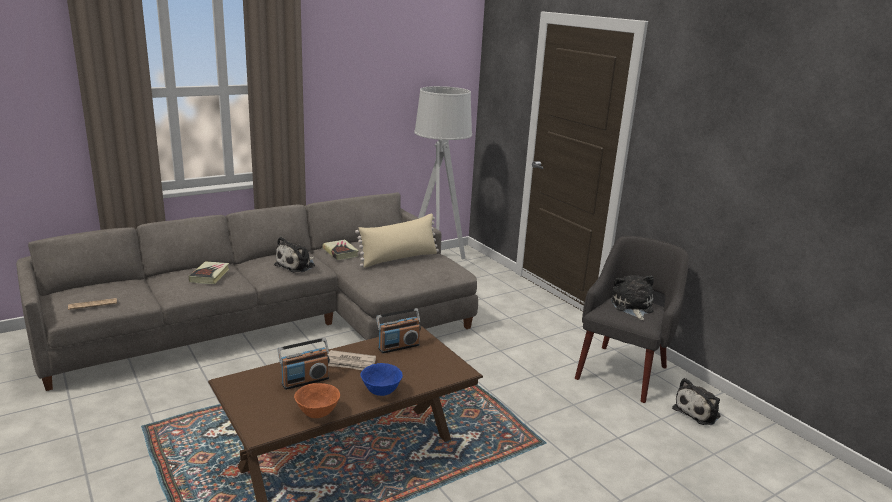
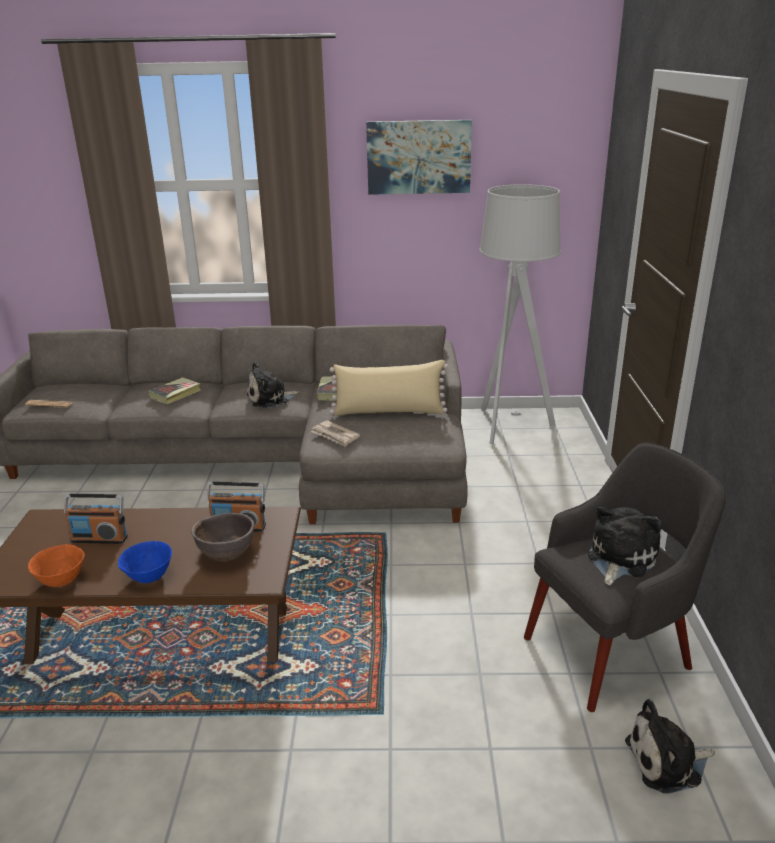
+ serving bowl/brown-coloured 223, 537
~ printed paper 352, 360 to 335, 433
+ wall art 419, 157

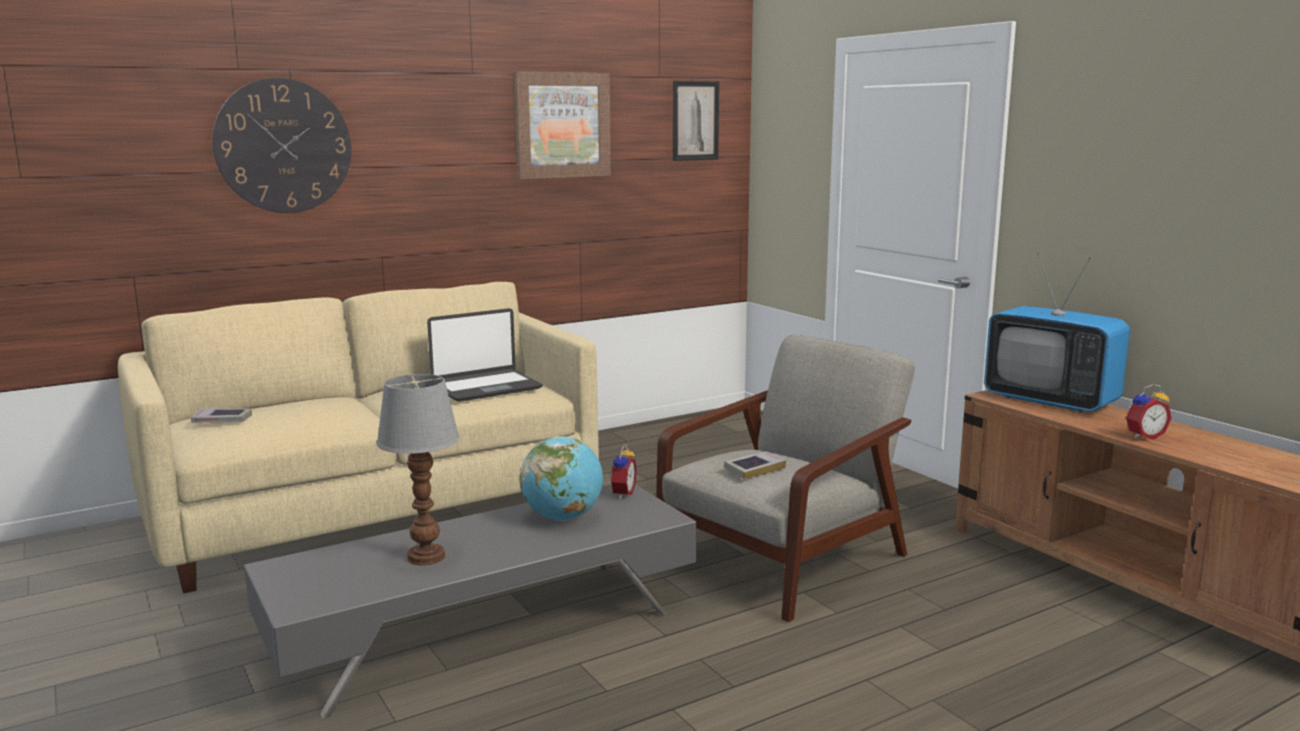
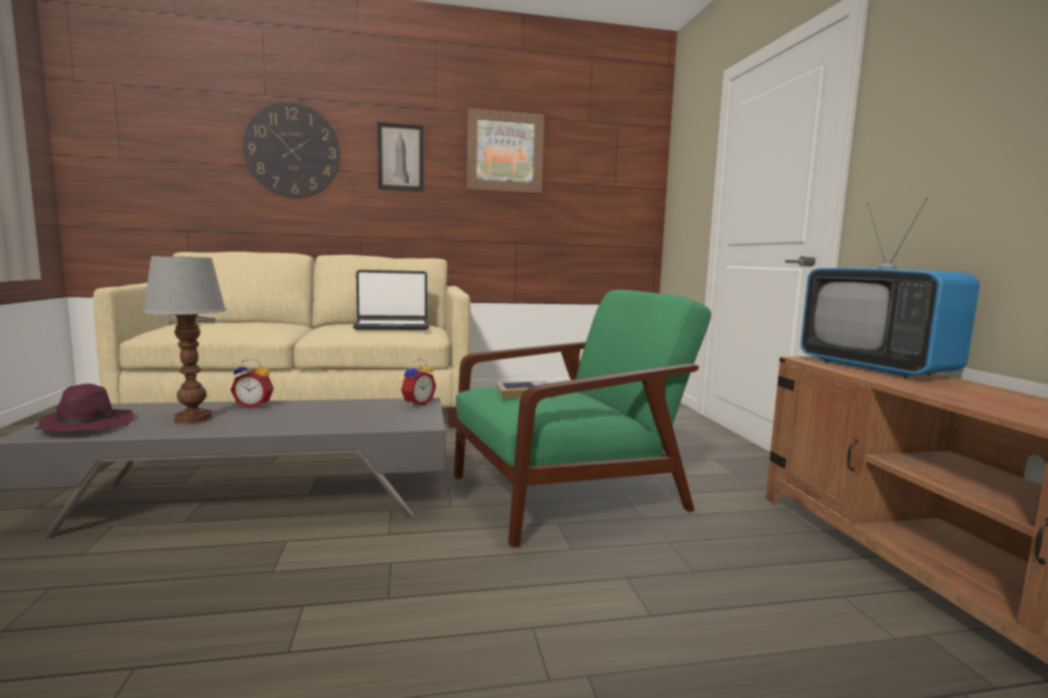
+ clothing hat/purple-coloured 84, 408
~ table clock 1148, 412 to 252, 384
~ wall art 696, 121 to 400, 156
~ armchair/greyish 786, 478 to armchair/greenish 582, 418
- world globe 561, 478

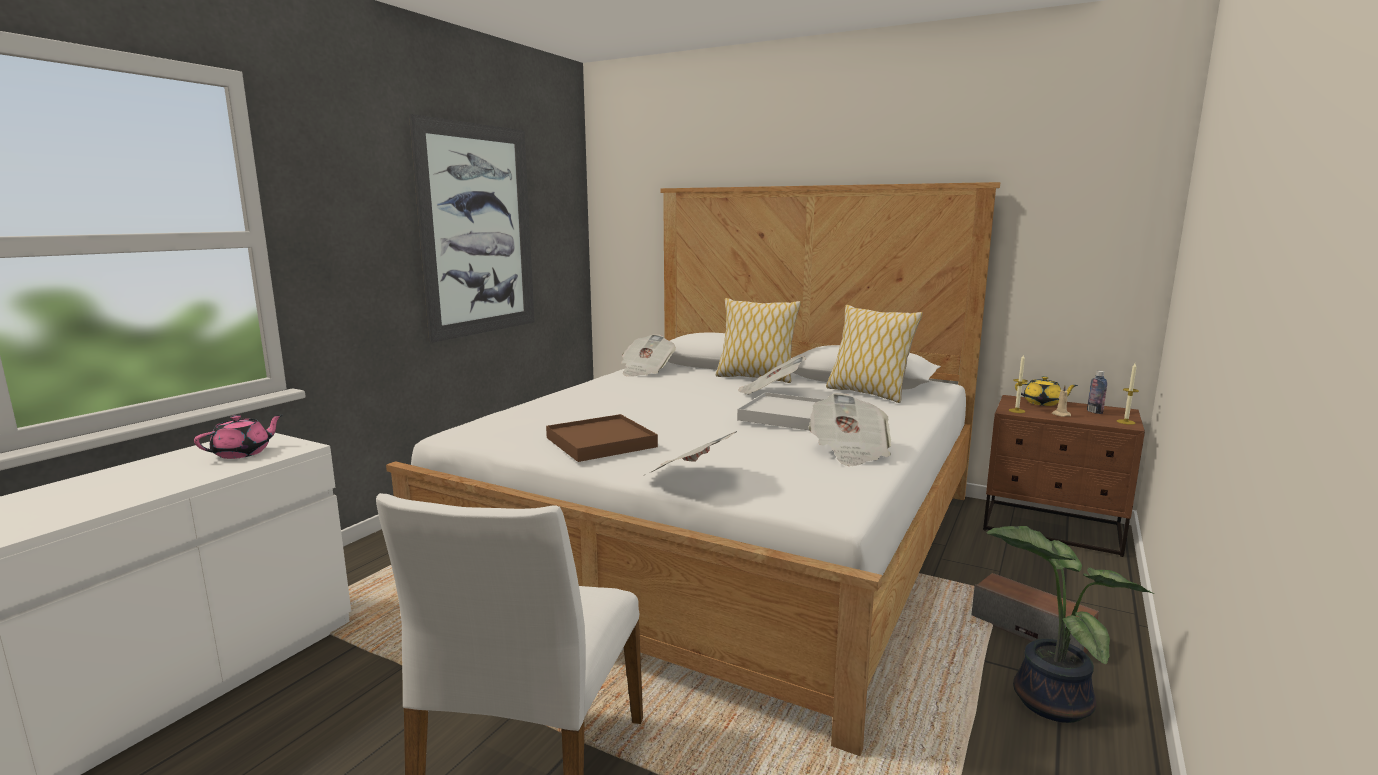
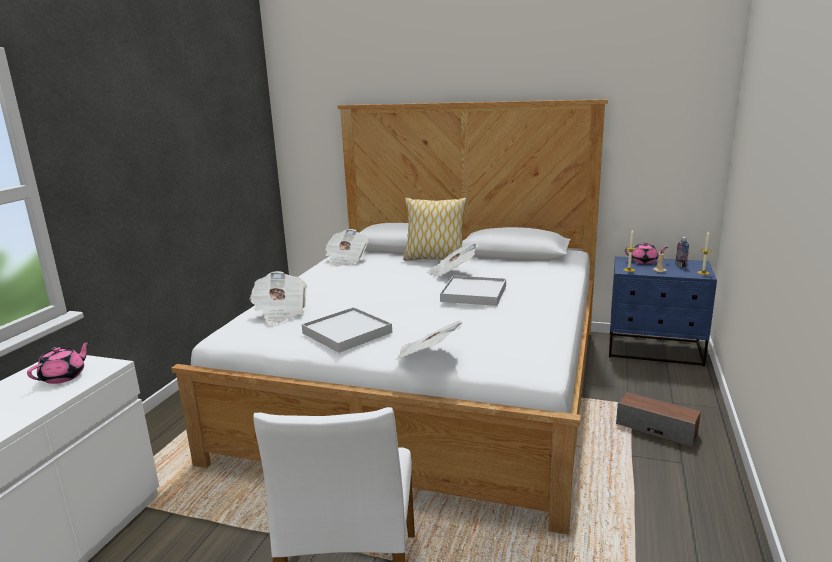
~ printed paper 850, 429 to 278, 297
~ tray/brown-coloured 602, 438 to tray/white-coloured 347, 330
~ nightstand/brown-coloured 1064, 476 to nightstand/bluish 663, 311
~ pot for tea/yellow-coloured 1046, 391 to pot for tea/pink-coloured 646, 253
- wall art 472, 228
- cushion 874, 354
- potted plant 1070, 624

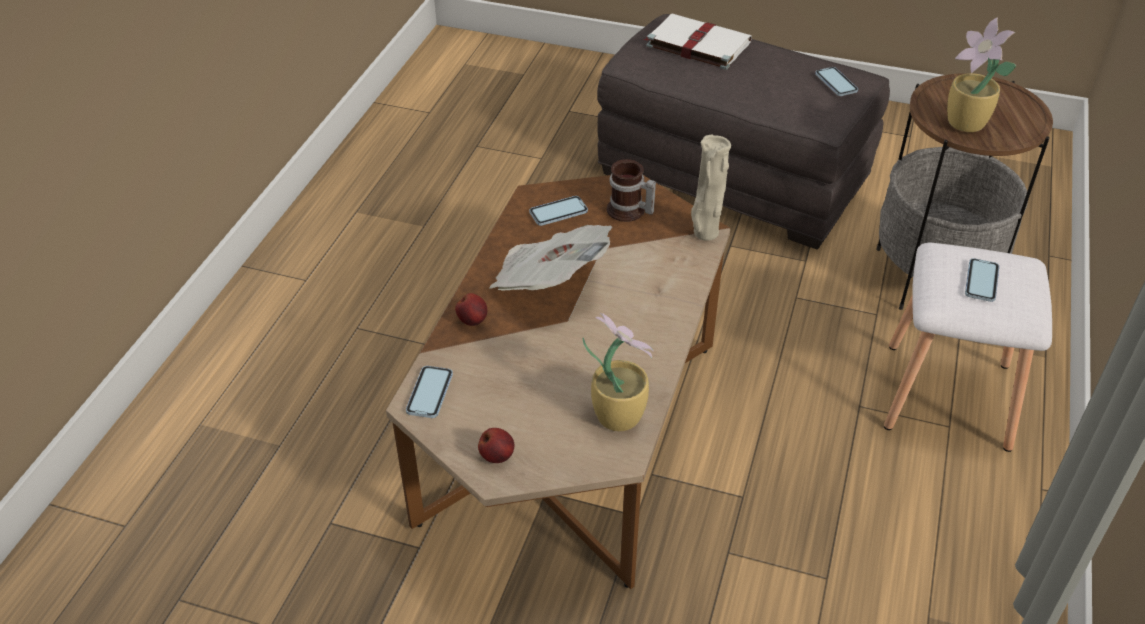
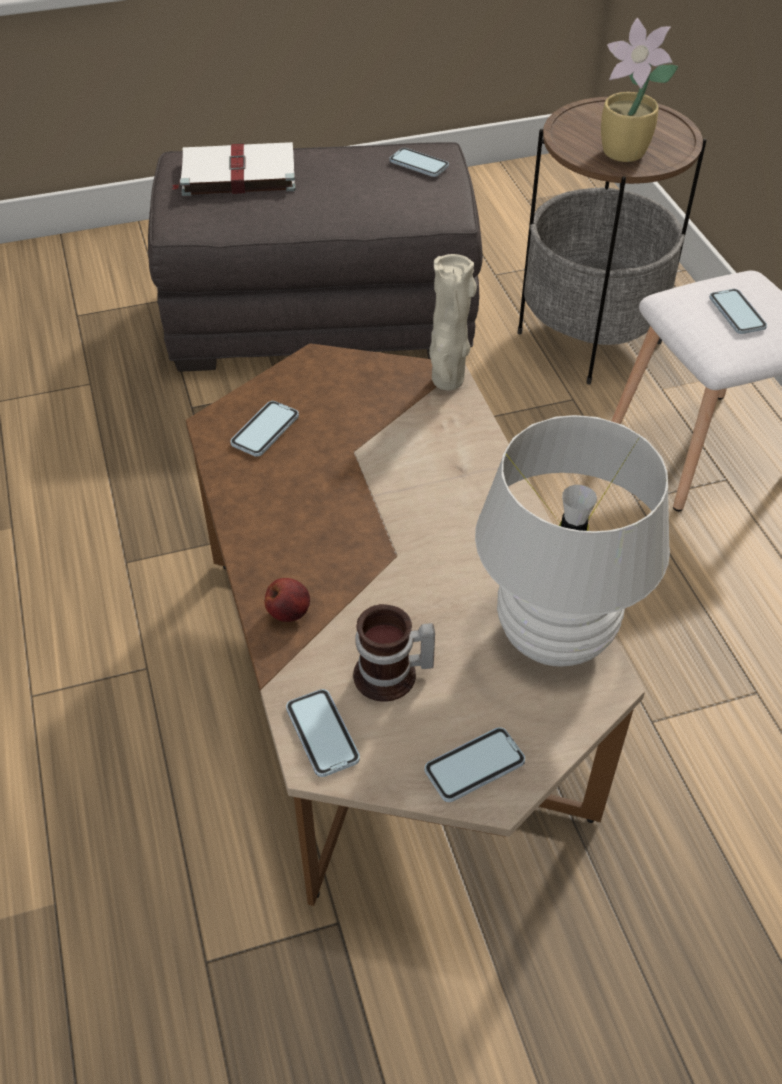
~ mug 631, 190 to 394, 653
~ apple 496, 445 to phone 475, 764
~ potted plant 618, 372 to table lamp/white-coloured 572, 541
- printed paper 551, 258

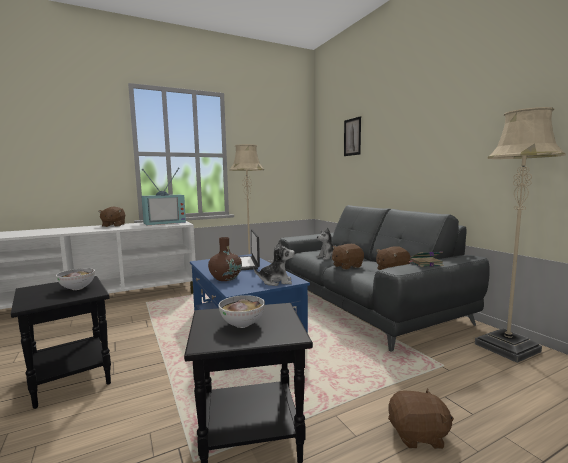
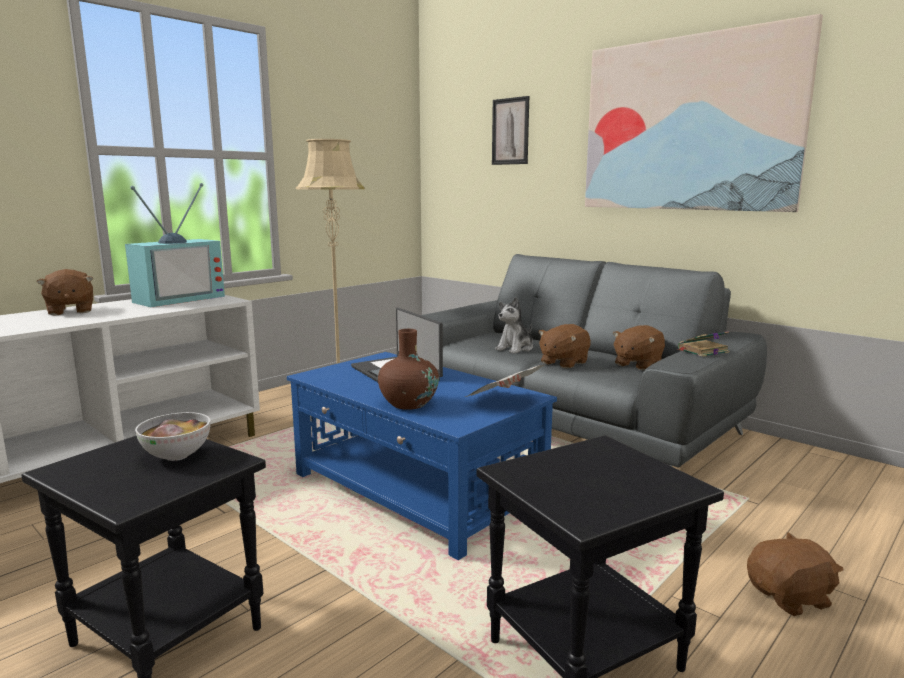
~ plush toy 274, 262 to printed paper 505, 381
+ wall art 704, 113
- serving bowl 241, 311
- standing lamp/sand-coloured 520, 235

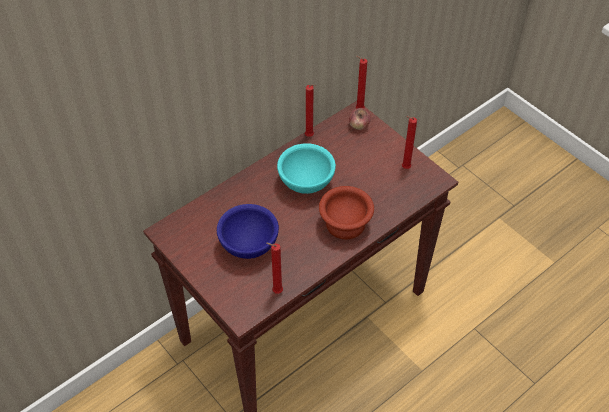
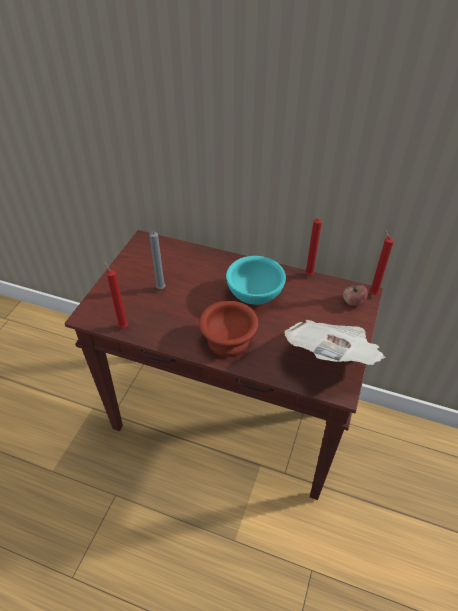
~ serving bowl/bluish 248, 231 to wax light/greyish 157, 260
~ wax light/reddish 409, 142 to printed paper 334, 342

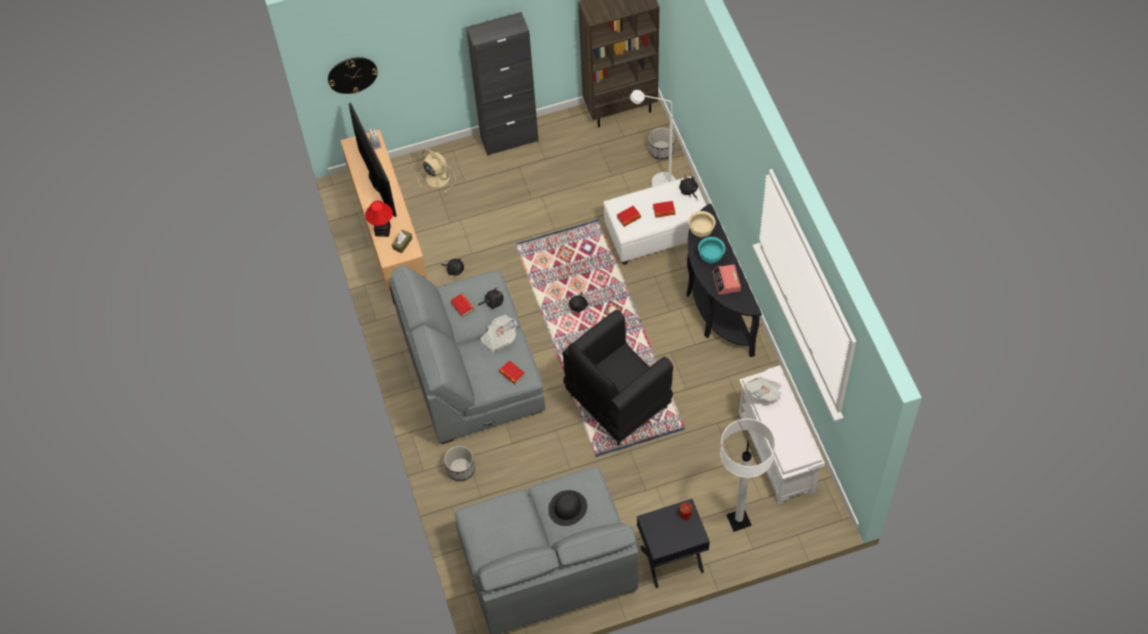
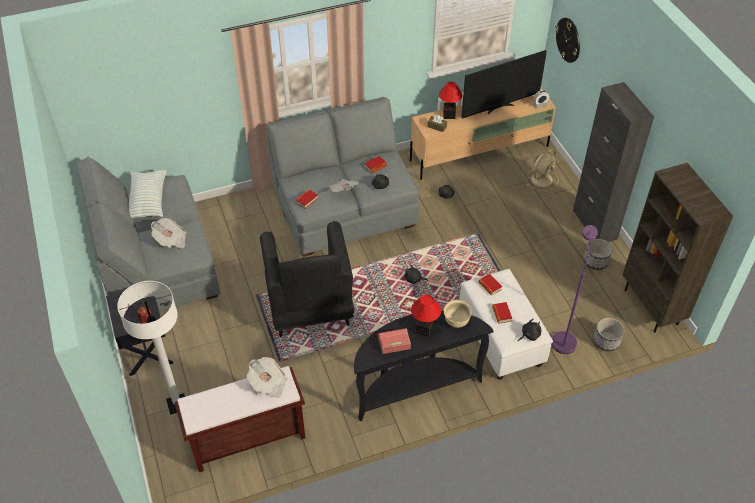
+ cushion 148, 193
~ clothing hat/blackish 567, 508 to printed paper 168, 233
~ indoor bench/white-coloured 782, 434 to indoor bench/brown-coloured 239, 419
~ armchair/blackish 618, 377 = 307, 279 150 degrees counterclockwise
~ serving bowl/blue-green 711, 250 to table lamp 426, 316
~ standing lamp/white-coloured 653, 138 to standing lamp/purple-coloured 574, 289
~ flower pot 459, 463 to 598, 254

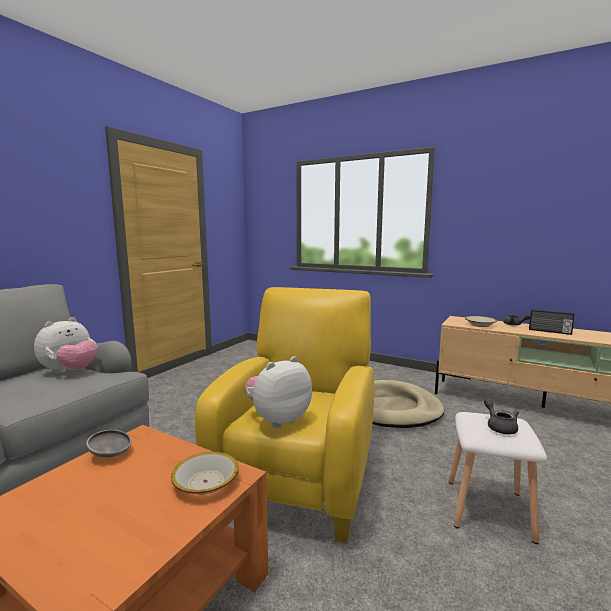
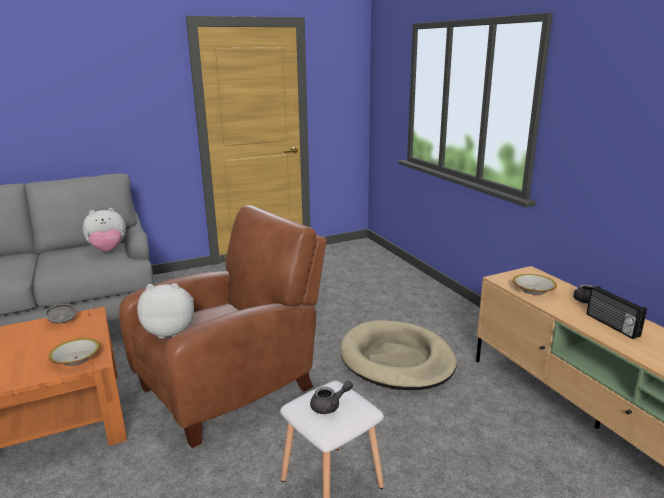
~ armchair/yellow-coloured 284, 415 to armchair/brown-coloured 222, 326
~ pot for tea/greyish 501, 417 = 331, 397 45 degrees clockwise

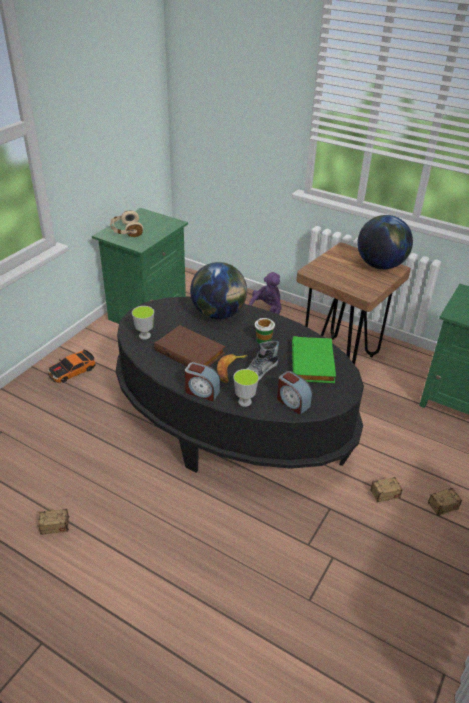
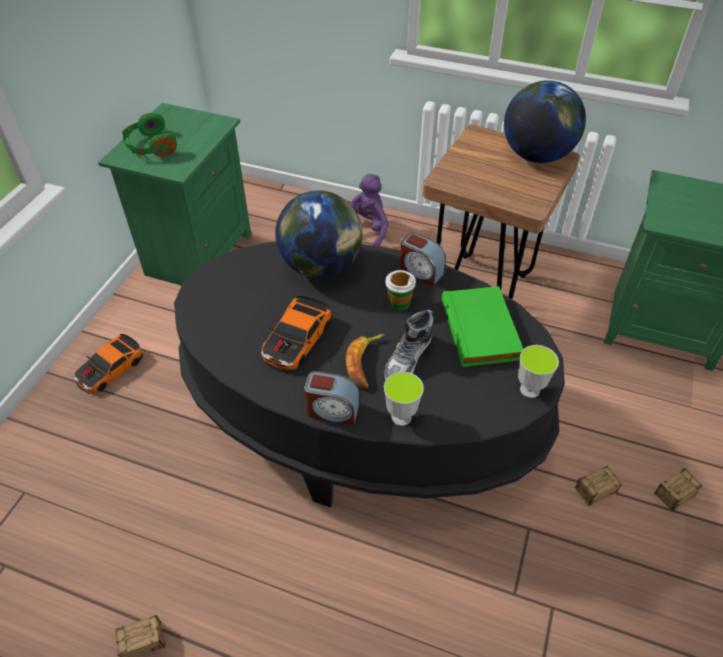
~ headphones/sand-coloured 126, 224 to headphones/greenish 149, 135
~ bound book/brown-coloured 189, 345 to miniature car 296, 333
~ table clock 295, 393 to 423, 259
~ drinking cup 143, 322 to 538, 371

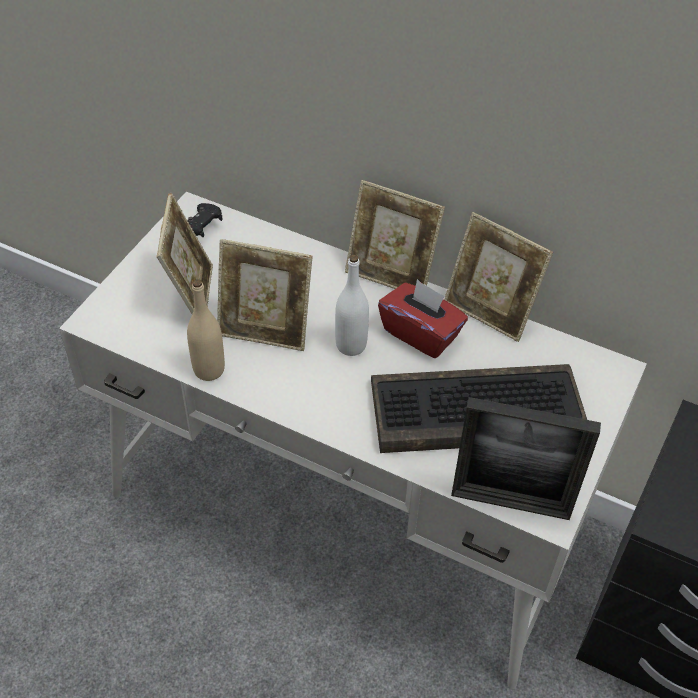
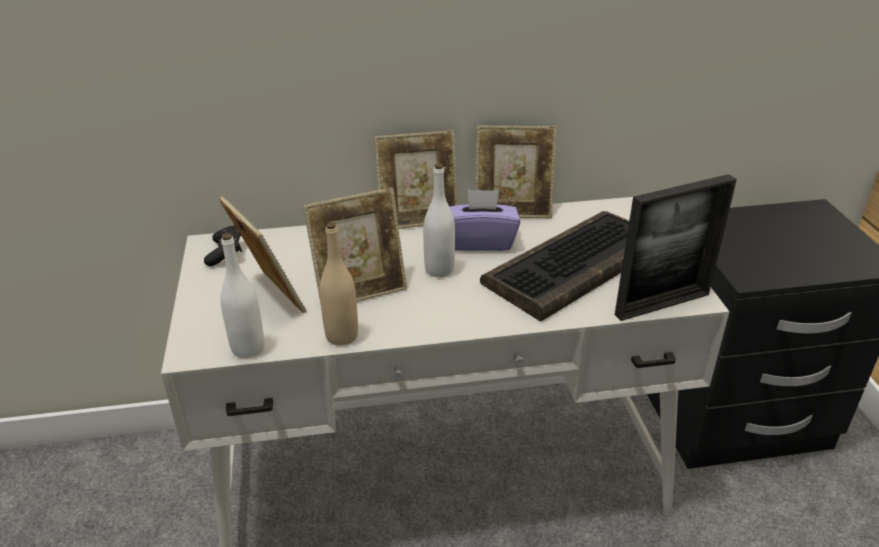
+ bottle/white-coloured 242, 295
~ tissue box/reddish 423, 318 to tissue box/purple-coloured 484, 220

